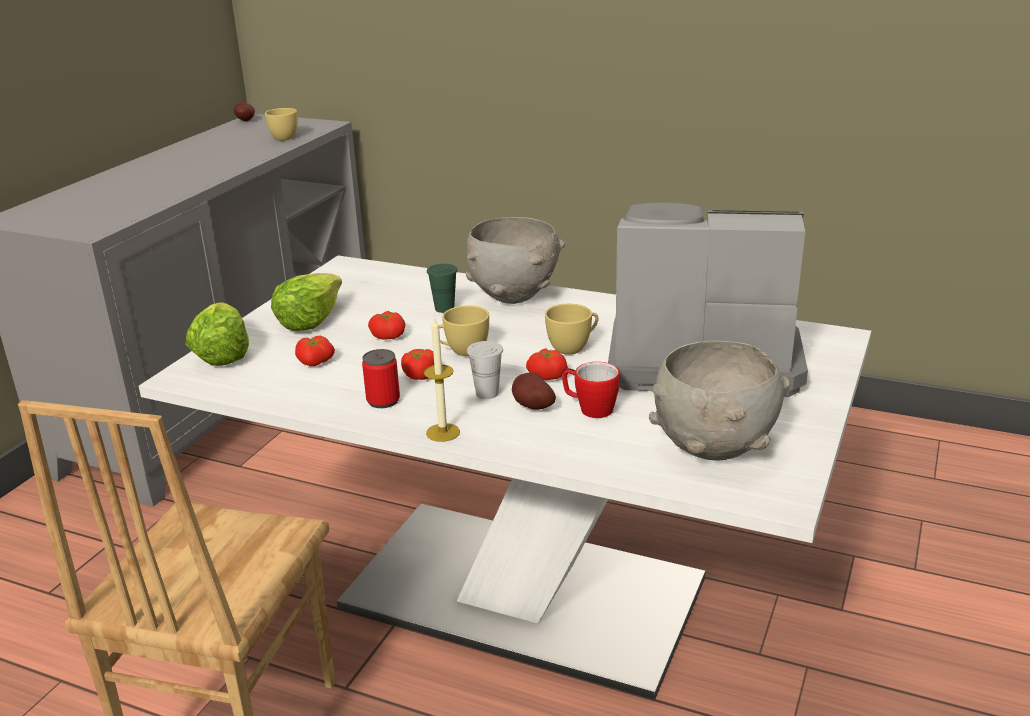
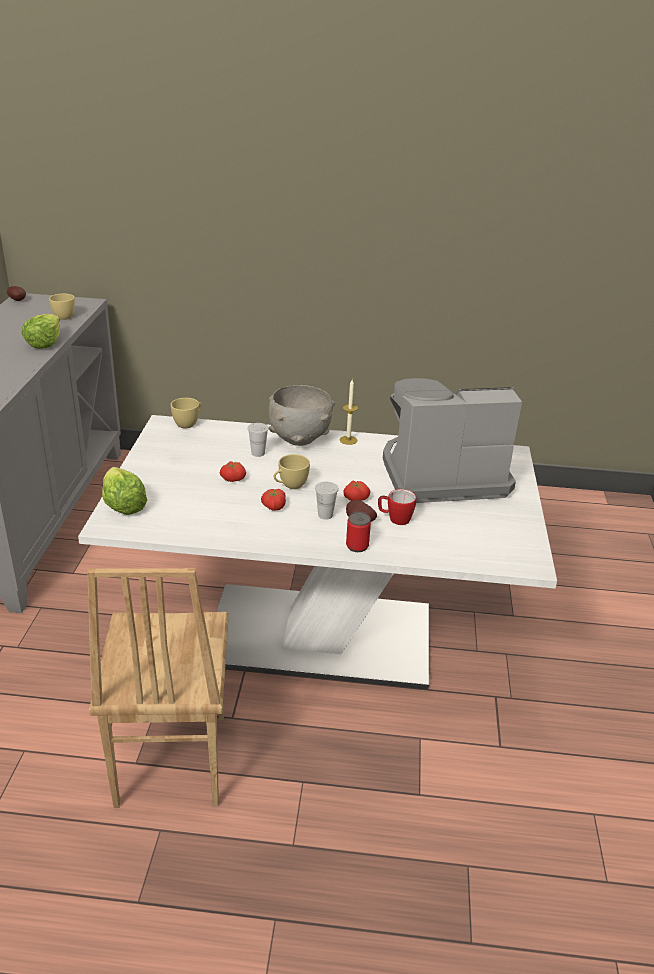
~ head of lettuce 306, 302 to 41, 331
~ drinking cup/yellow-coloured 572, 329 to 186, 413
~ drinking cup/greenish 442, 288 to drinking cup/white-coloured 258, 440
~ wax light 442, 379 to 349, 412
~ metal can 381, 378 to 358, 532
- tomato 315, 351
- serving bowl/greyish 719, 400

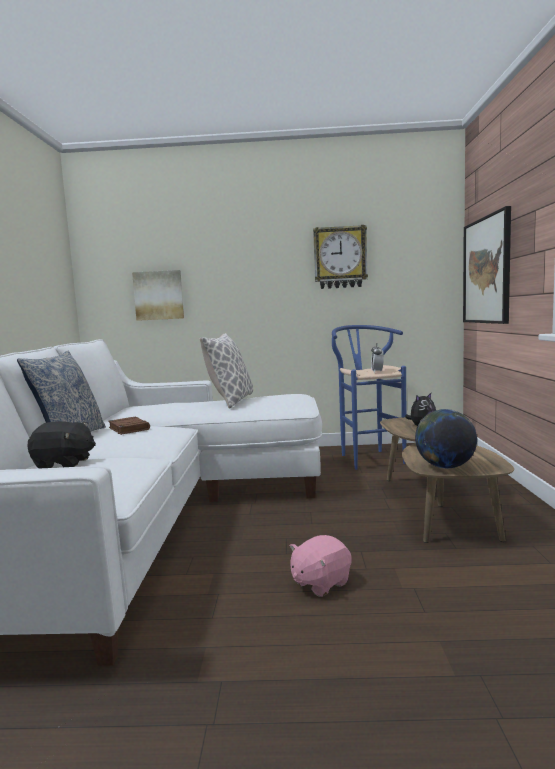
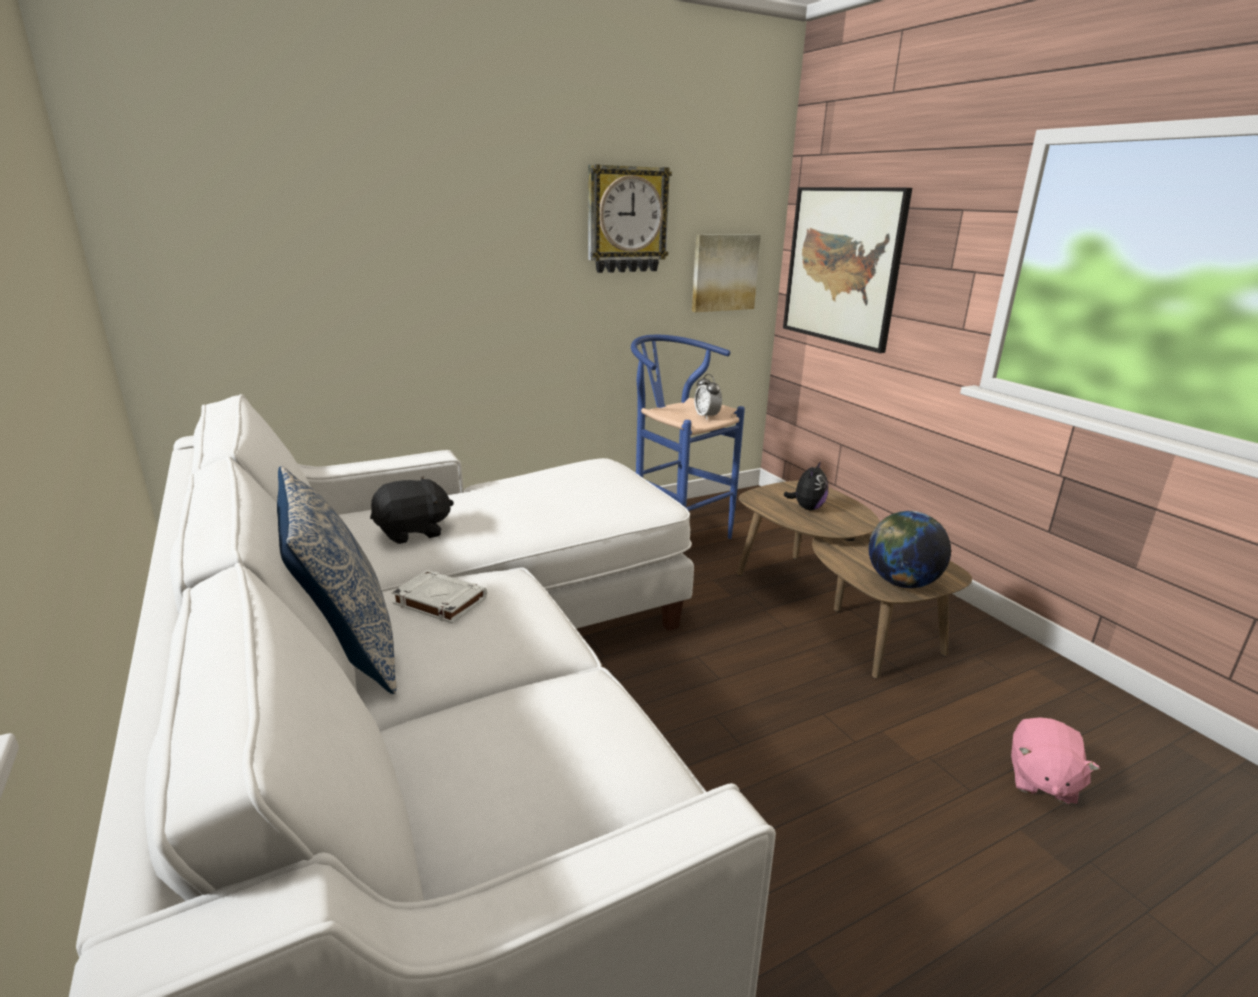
~ plush toy/blackish 62, 445 to 412, 510
~ bound book/brown-coloured 129, 426 to bound book/white-coloured 439, 597
~ wall art 158, 295 to 726, 273
~ plush toy/pink-coloured 321, 566 to 1055, 760
- cushion 226, 371

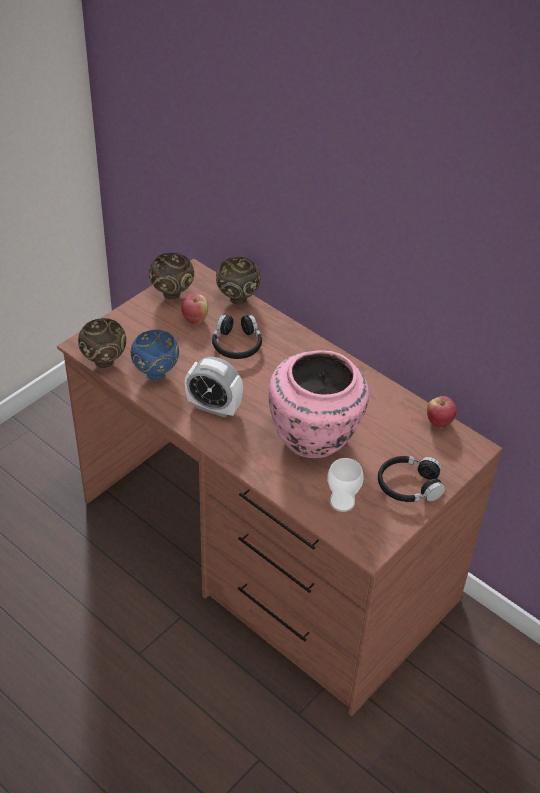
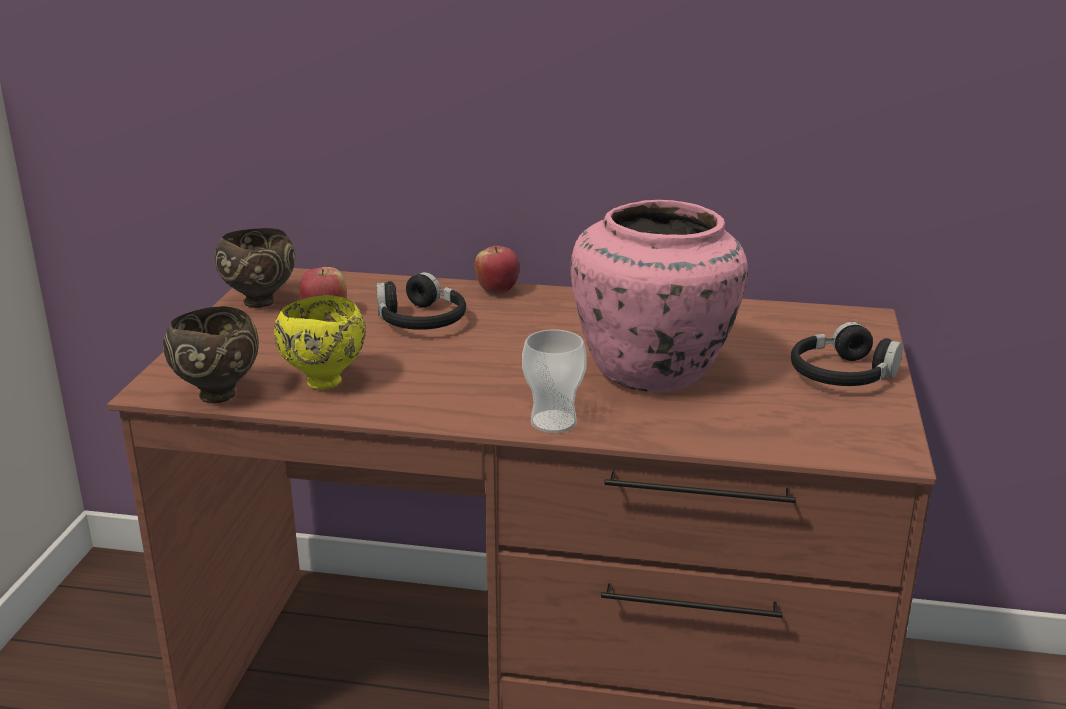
~ serving bowl/bluish 155, 355 to serving bowl/yellow-coloured 320, 342
~ apple 442, 412 to 497, 270
~ drinking cup 345, 485 to 554, 381
- table clock 214, 387
- serving bowl/brown-coloured 238, 281

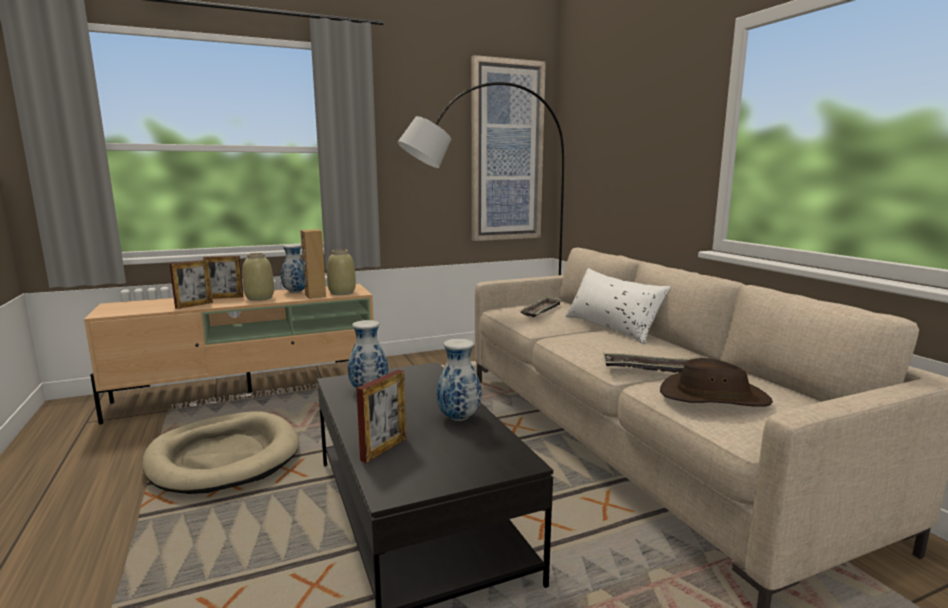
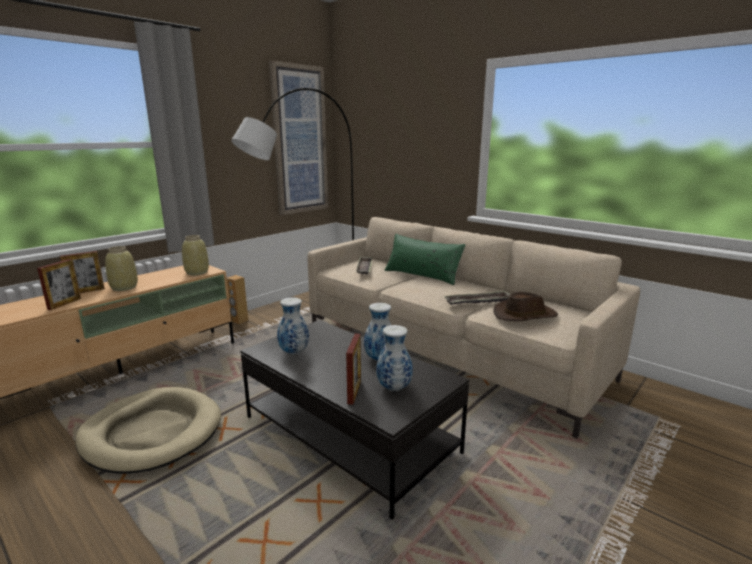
~ loudspeaker/brown-coloured 313, 264 to 237, 299
~ decorative vase 293, 268 to 394, 358
~ cushion/white-coloured 618, 306 to cushion/greenish 424, 259

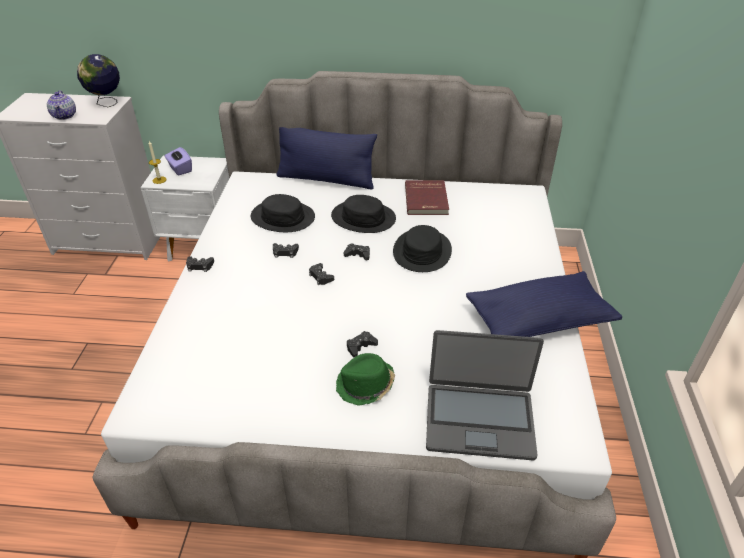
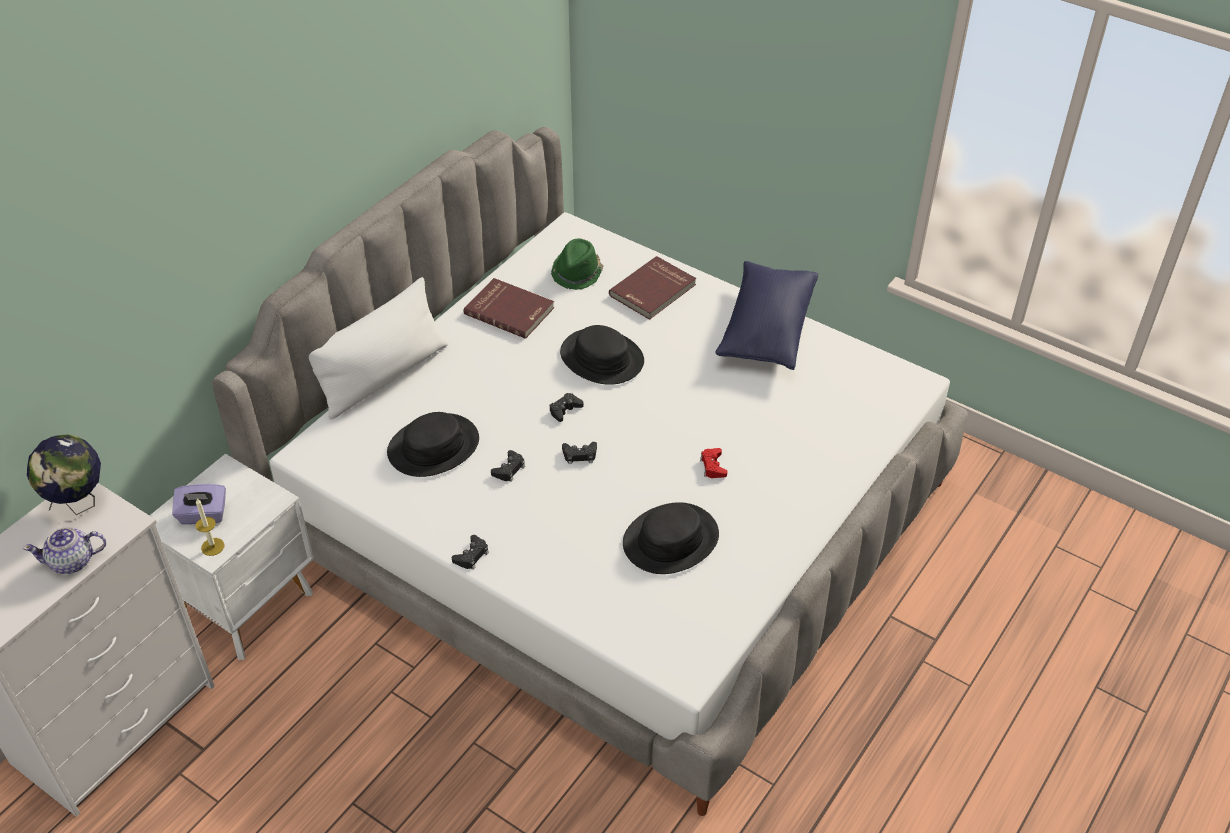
~ pot for tea 61, 105 = 64, 550 150 degrees clockwise
~ cushion/bluish 327, 158 to cushion/white-coloured 378, 348
~ clothing hat/greenish 365, 379 to 577, 264
+ bound book/reddish 652, 288
~ clothing hat/blackish 363, 214 to 671, 538
~ joypad/blackish 362, 344 to joypad/reddish 713, 463
- portable computer 485, 395

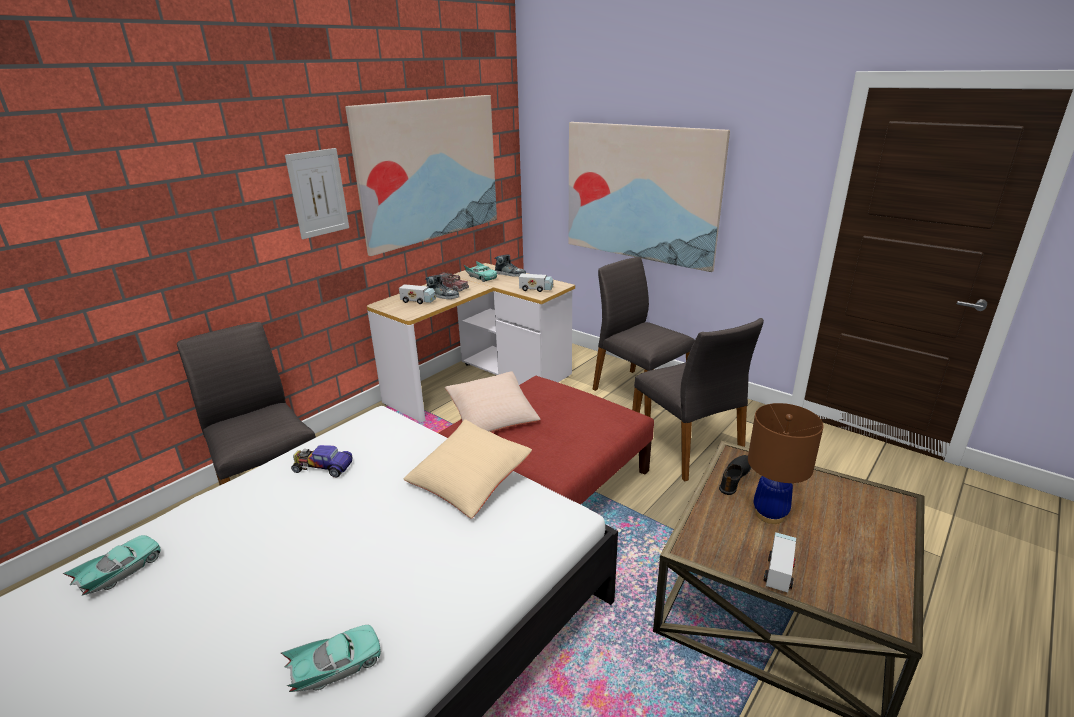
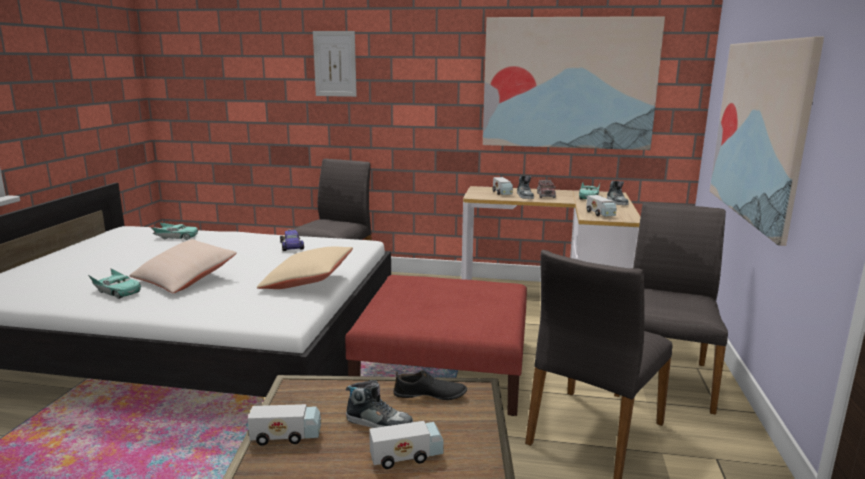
~ cushion/sand-coloured 493, 401 to 183, 266
~ wall art 317, 193 to 335, 64
~ table lamp/brown-coloured 786, 463 to low shoe 379, 404
+ model truck 406, 445

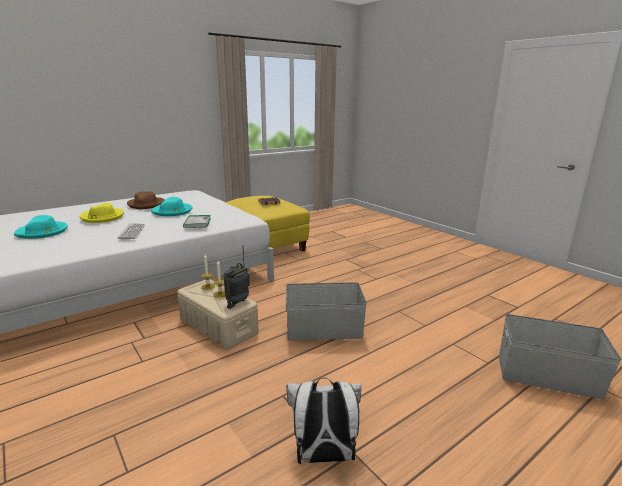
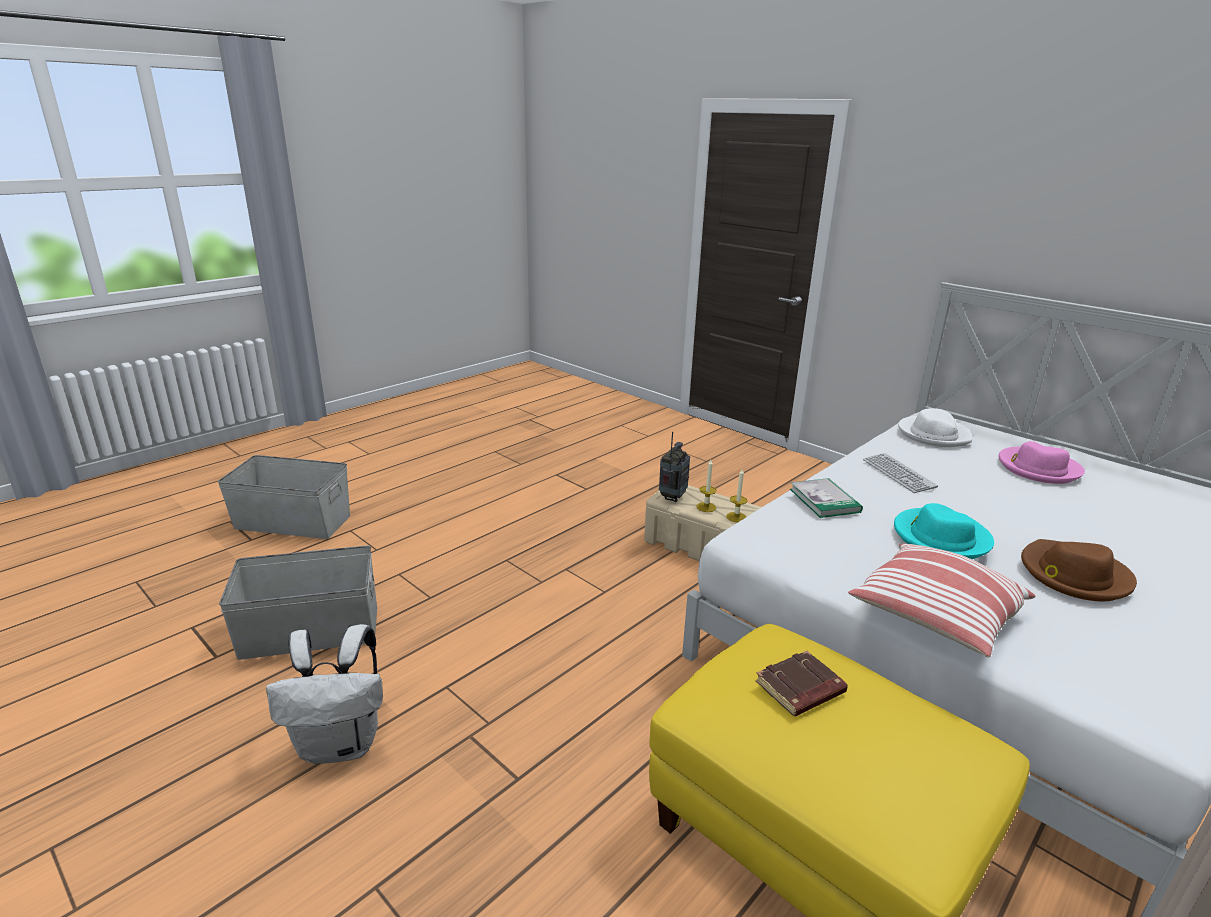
~ storage container/greyish 326, 311 to 298, 603
~ backpack/white-coloured 324, 420 to 324, 694
+ cushion 941, 600
+ clothing hat/white-coloured 935, 427
~ clothing hat/blue-green 41, 227 to clothing hat/pink-coloured 1042, 462
- clothing hat/yellow-coloured 102, 213

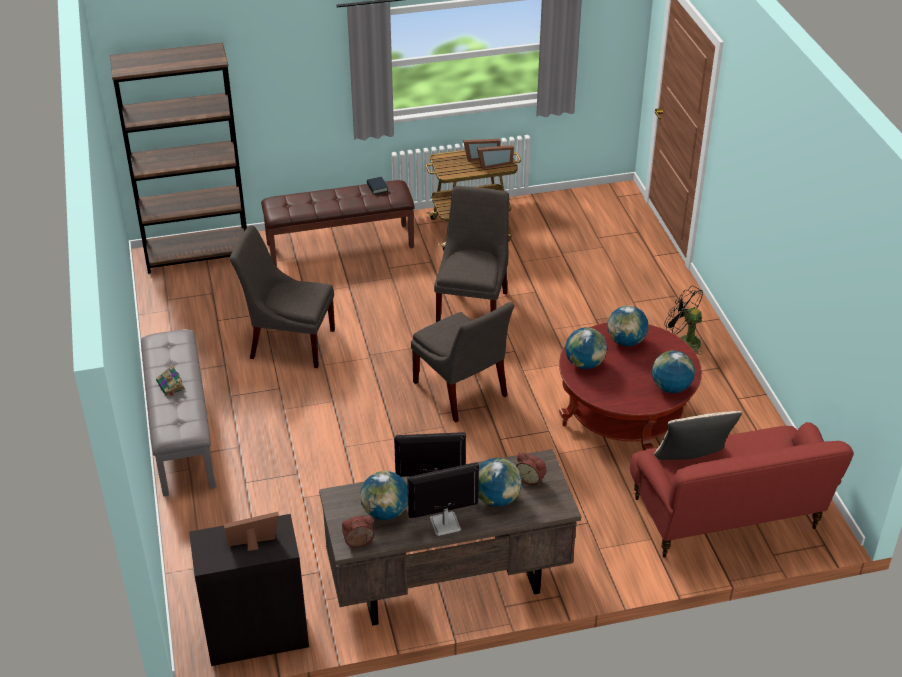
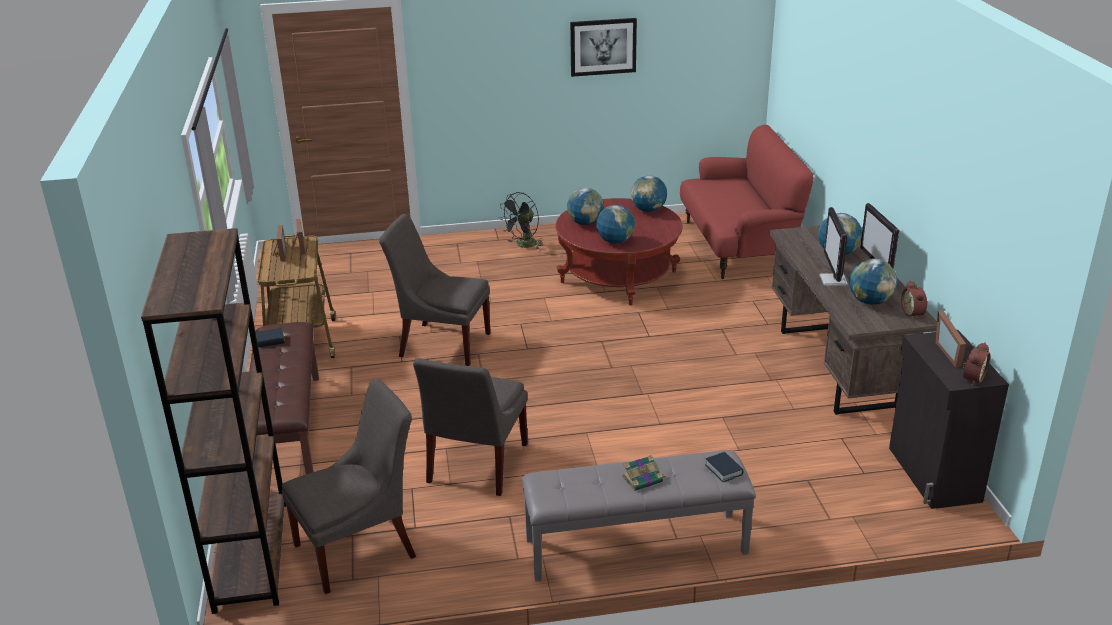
~ chair/greyish 462, 362 to 349, 486
+ wall art 603, 47
+ bound book 724, 467
~ table clock 531, 469 to 976, 364
- cushion/sand-coloured 698, 435

